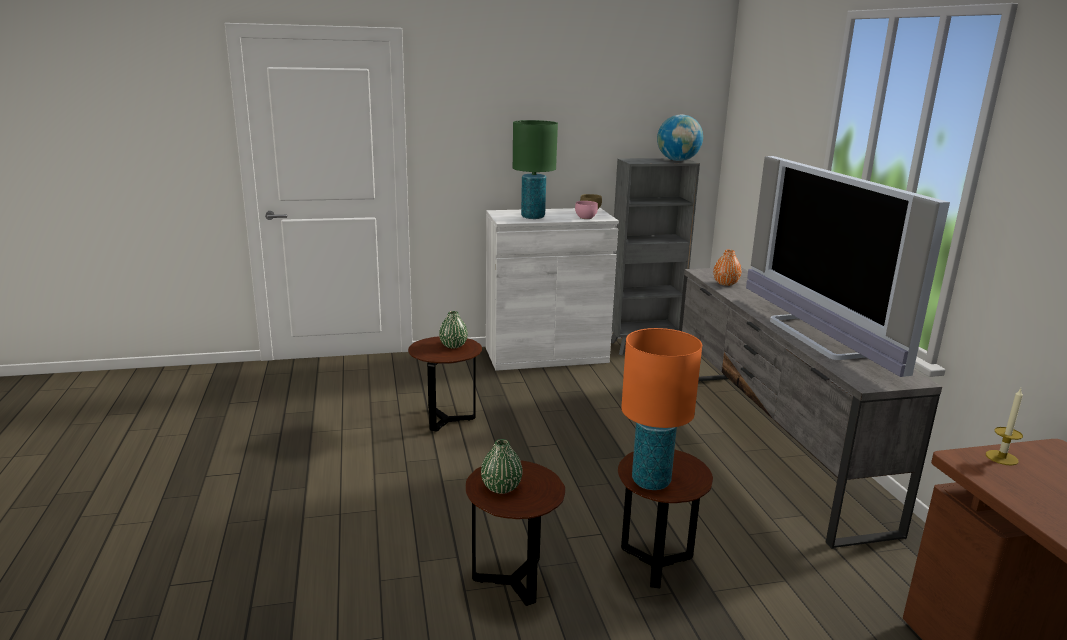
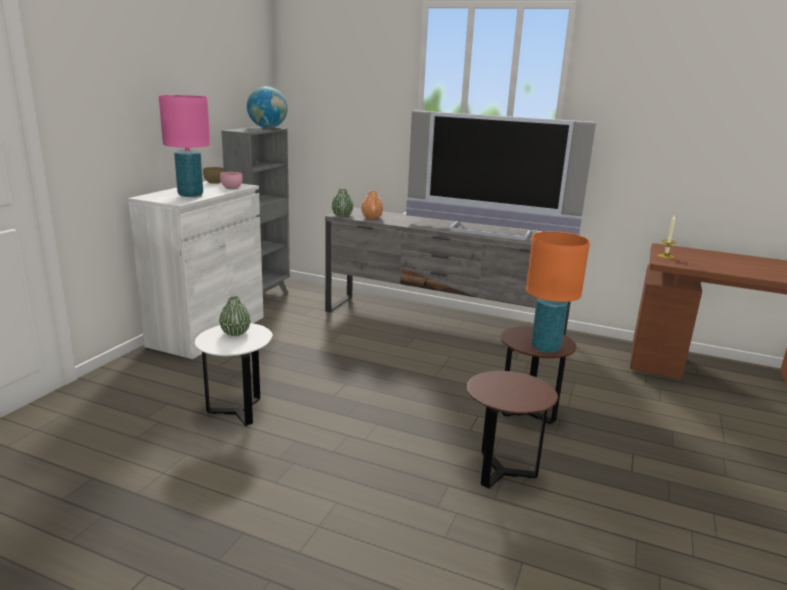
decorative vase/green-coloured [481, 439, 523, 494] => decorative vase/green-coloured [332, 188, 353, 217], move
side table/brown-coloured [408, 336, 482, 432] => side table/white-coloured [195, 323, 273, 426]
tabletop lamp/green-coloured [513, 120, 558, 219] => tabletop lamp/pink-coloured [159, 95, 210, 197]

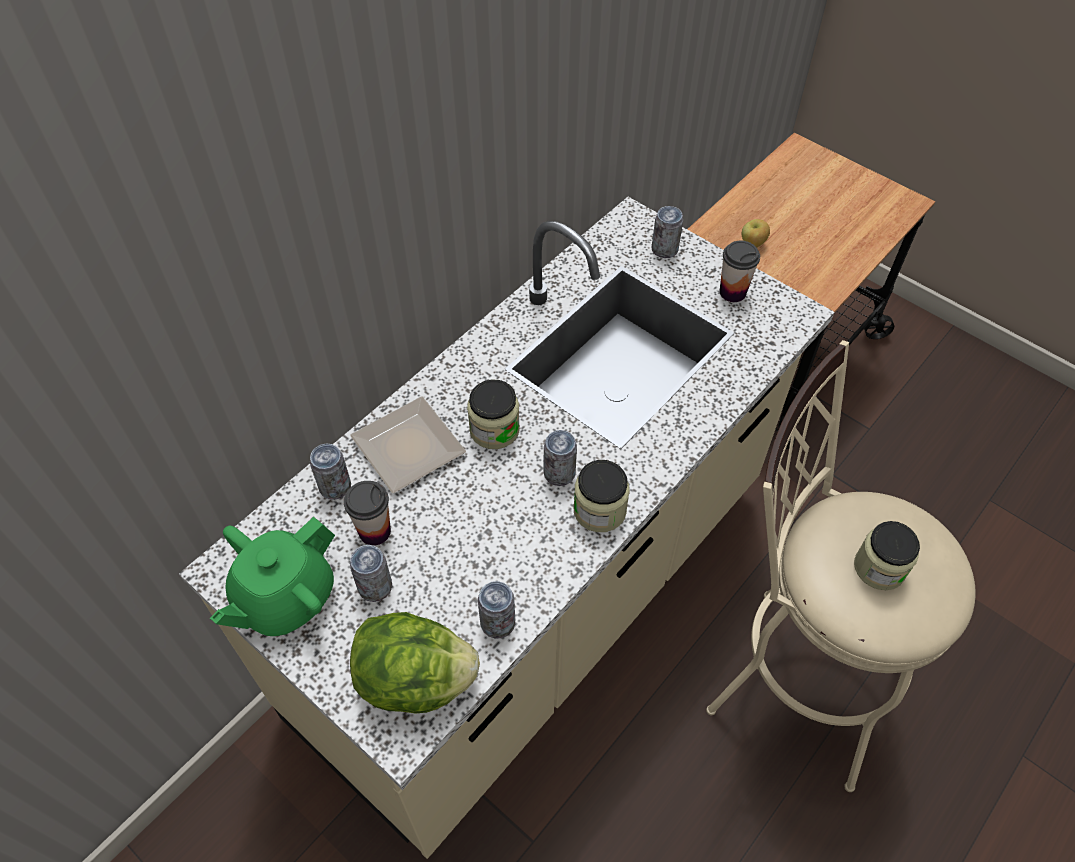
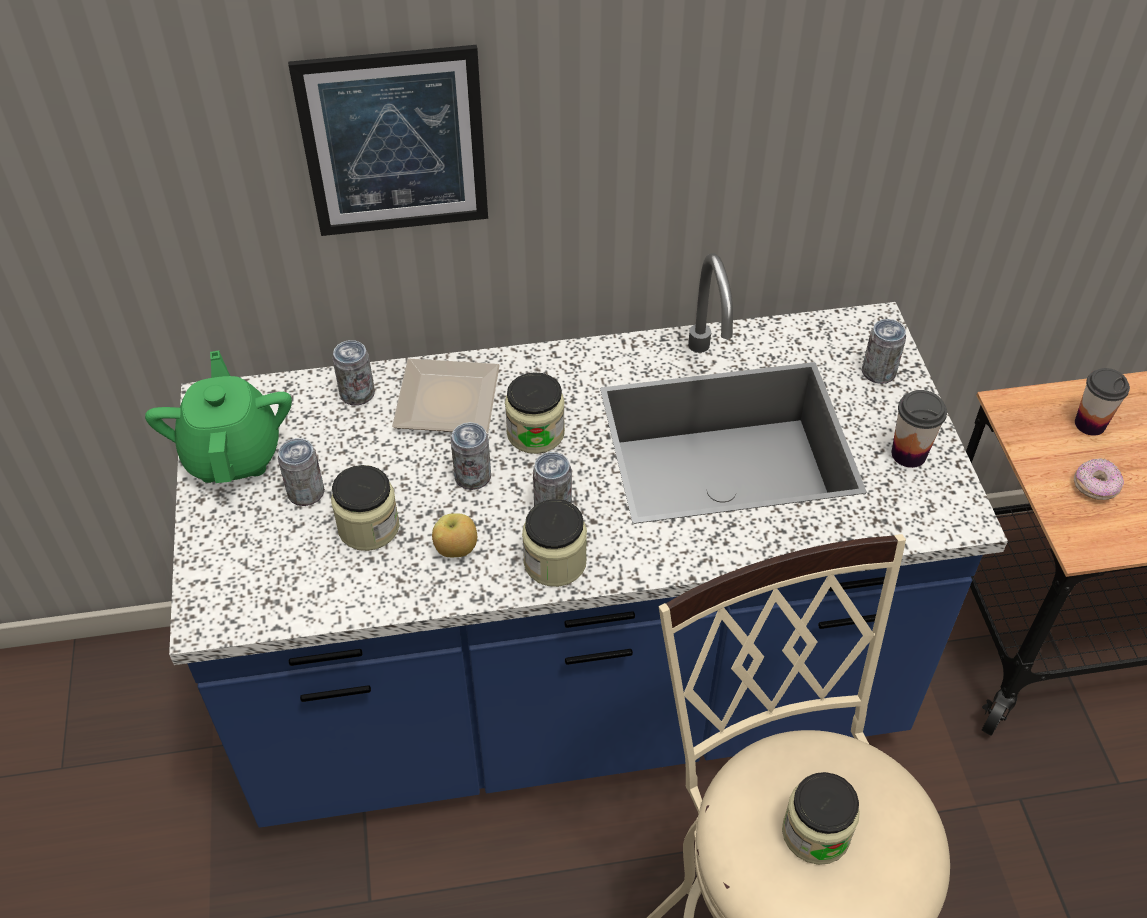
lettuce head [350, 612, 480, 713] => nothing
nothing => wall art [288, 45, 488, 236]
nothing => jar [331, 465, 400, 551]
nothing => ring doughnut [1074, 458, 1124, 500]
drinking cup [344, 481, 391, 546] => drinking cup [1075, 368, 1130, 436], move
metal can [478, 581, 515, 639] => metal can [451, 422, 491, 490], move
apple fruit [742, 219, 770, 248] => apple fruit [432, 513, 477, 557], move
kitchen base unit/beige-coloured [179, 197, 834, 859] => kitchen base unit/blue-coloured [169, 253, 1008, 828]
teapot/green-coloured [210, 517, 335, 636] => teapot/green-coloured [145, 351, 292, 483], 90 degrees clockwise

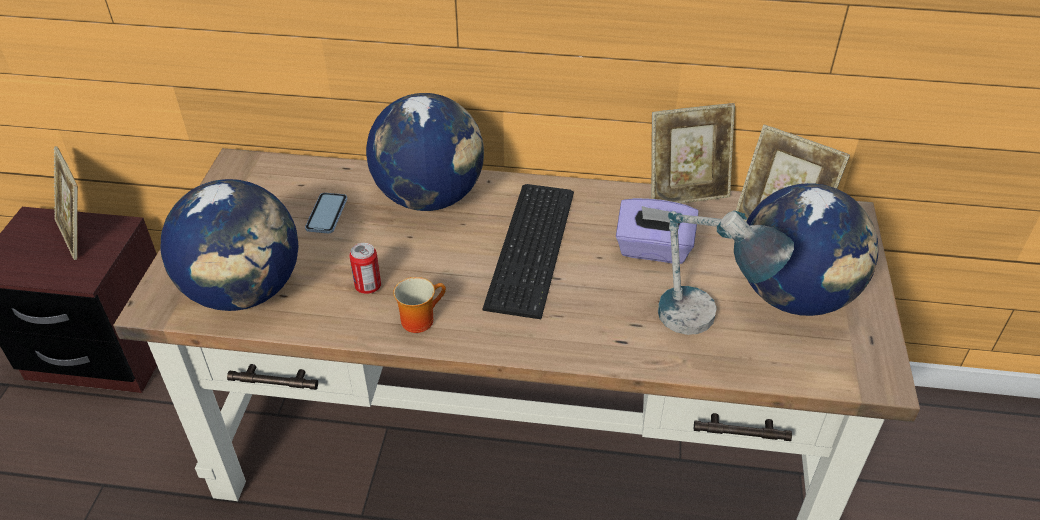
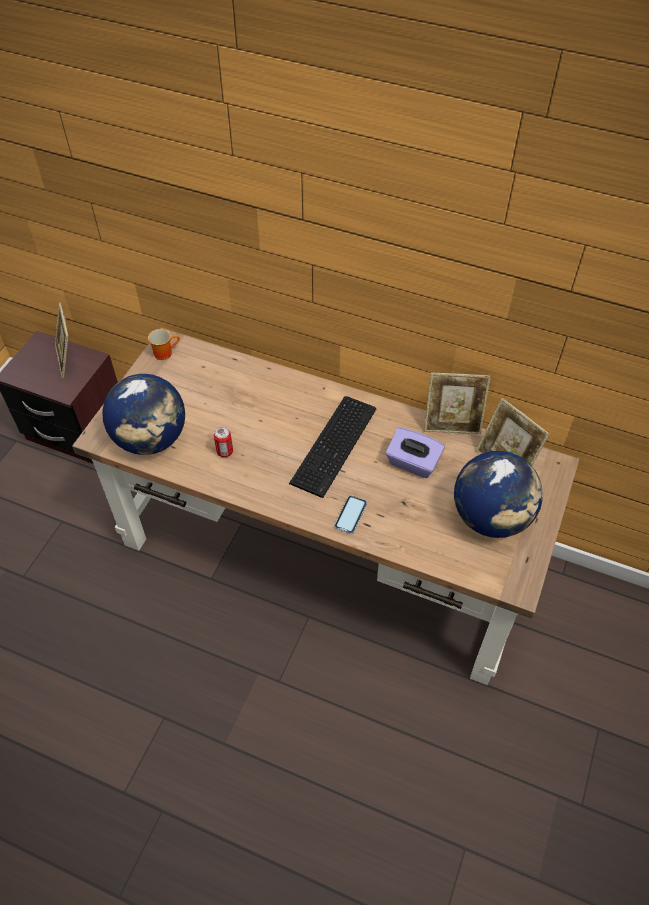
desk globe [366, 93, 484, 211] => nothing
tabletop lamp [658, 210, 794, 335] => nothing
telephone [305, 193, 347, 233] => telephone [334, 495, 367, 534], move
mug [393, 277, 446, 333] => mug [148, 329, 180, 360], move

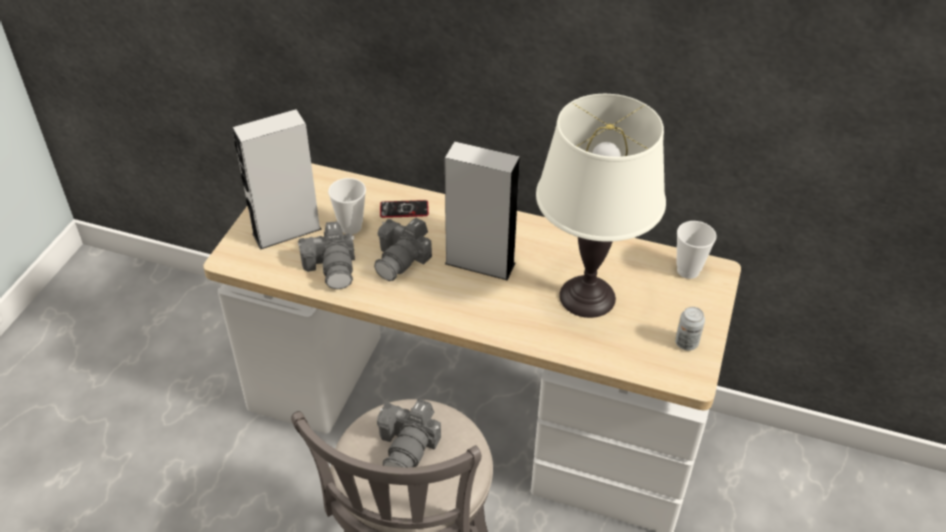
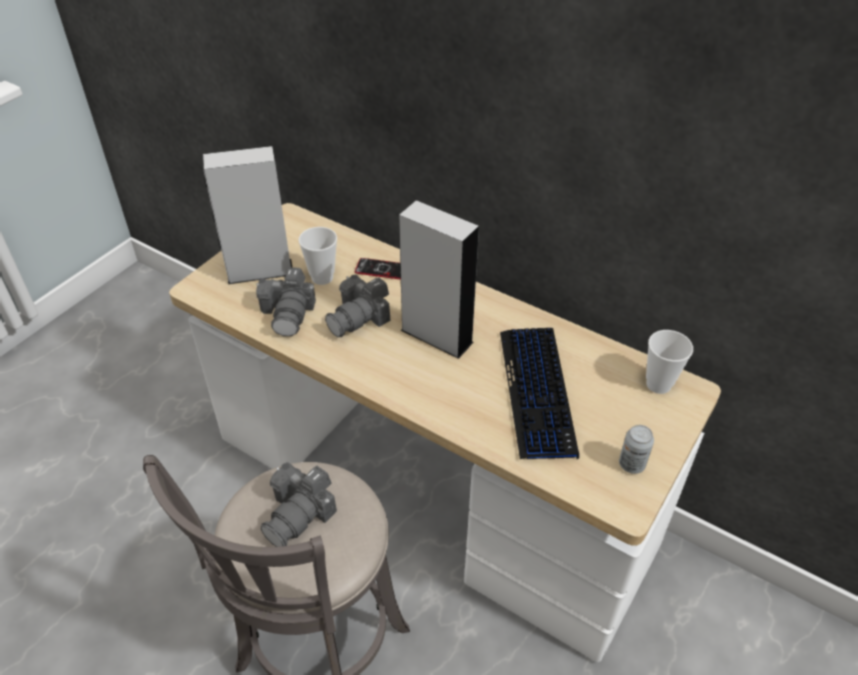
tabletop lamp/white-coloured [536, 94, 666, 318] => keyboard [500, 328, 579, 459]

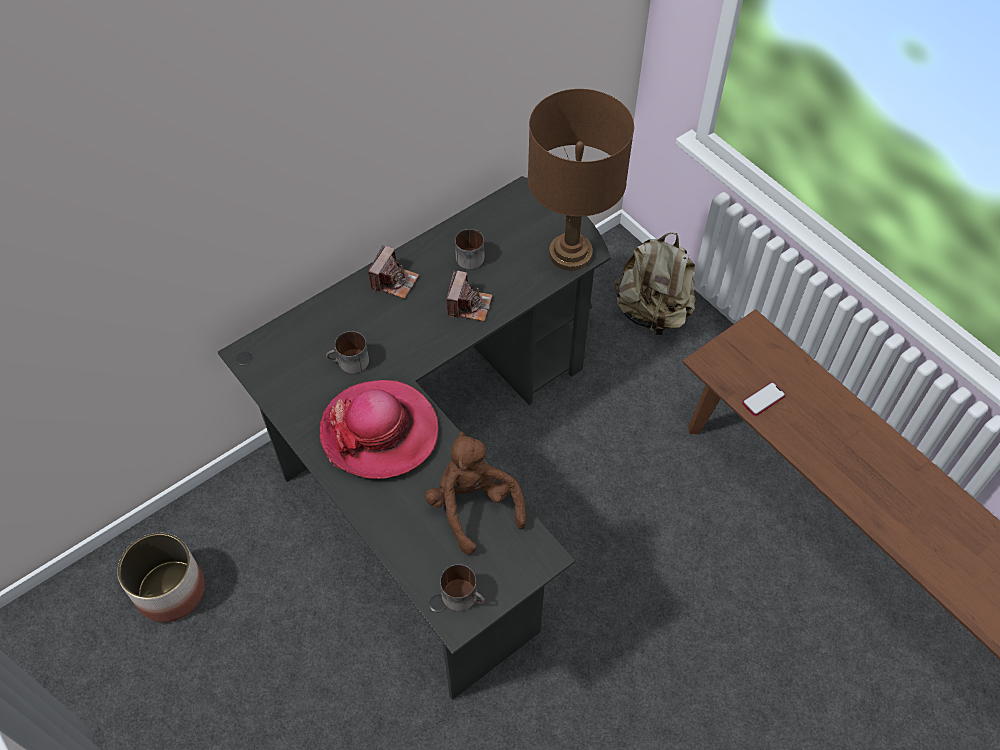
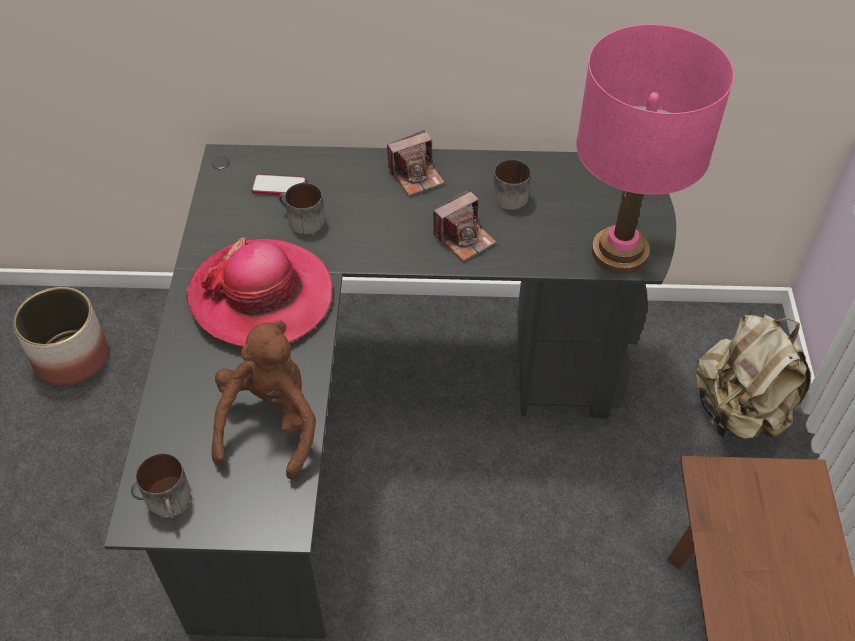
telephone [742, 382, 786, 416] => telephone [251, 174, 307, 195], move
tabletop lamp/brown-coloured [528, 89, 634, 271] => tabletop lamp/pink-coloured [576, 24, 734, 274]

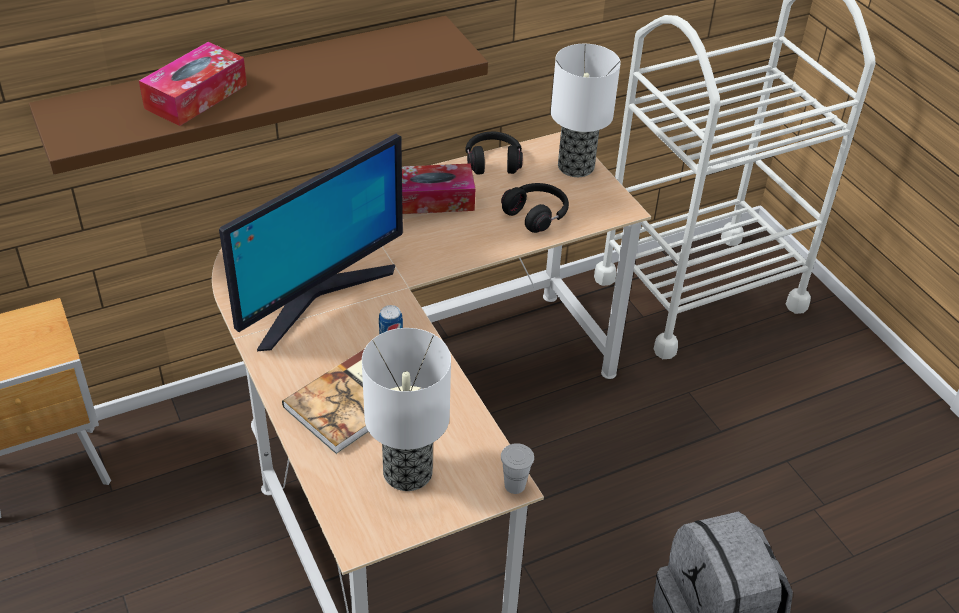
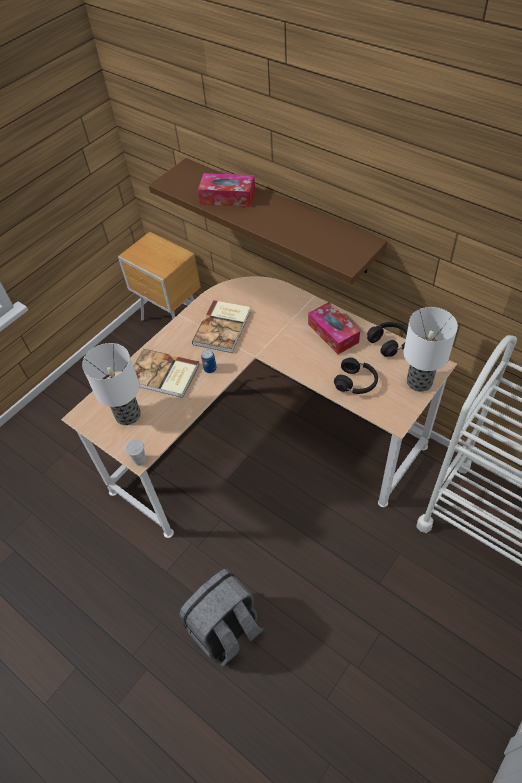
computer screen [219, 134, 403, 351] => book [192, 300, 251, 353]

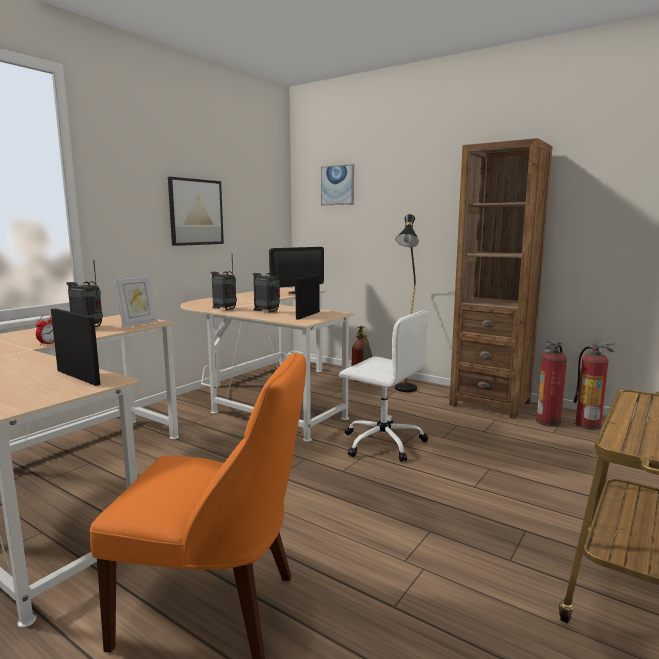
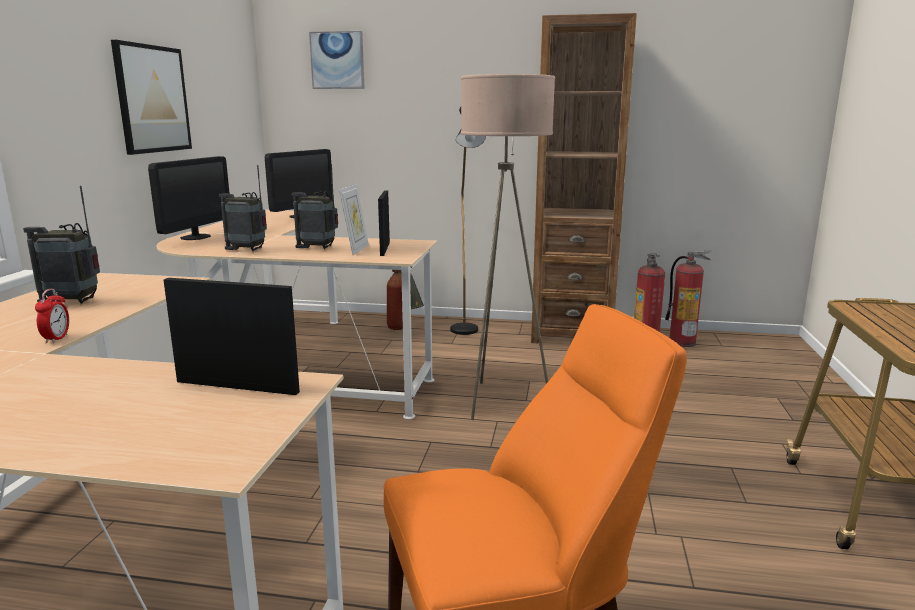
nothing => computer screen [148, 156, 230, 240]
photo frame [114, 273, 158, 328] => photo frame [339, 184, 369, 255], move
office chair/white-coloured [339, 310, 429, 462] => standard lamp/beige-coloured [461, 74, 555, 420]

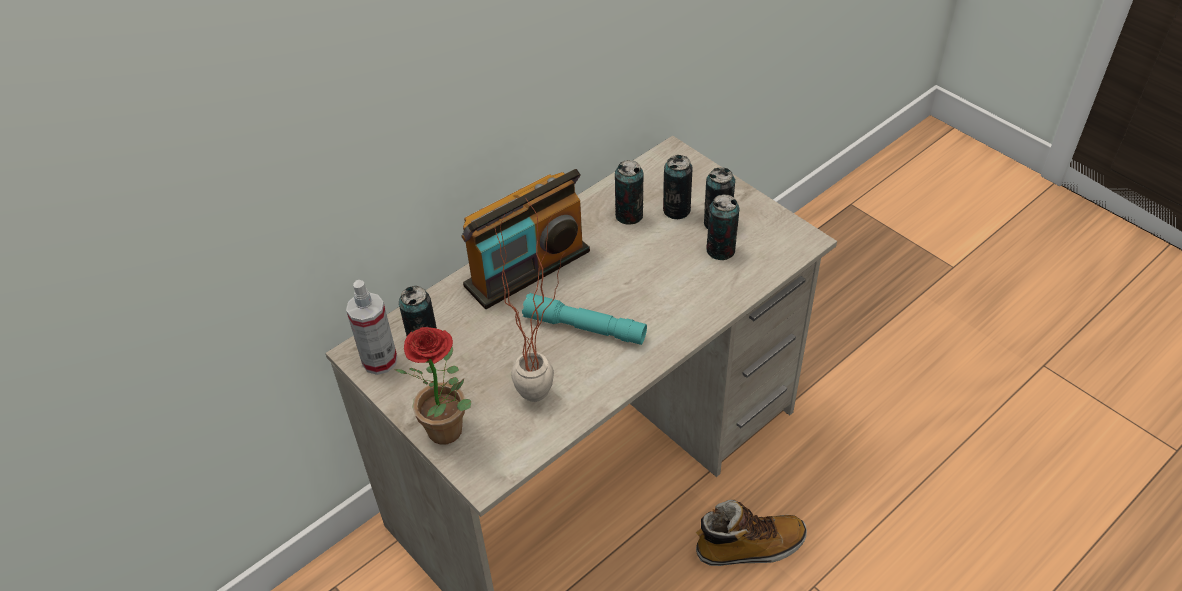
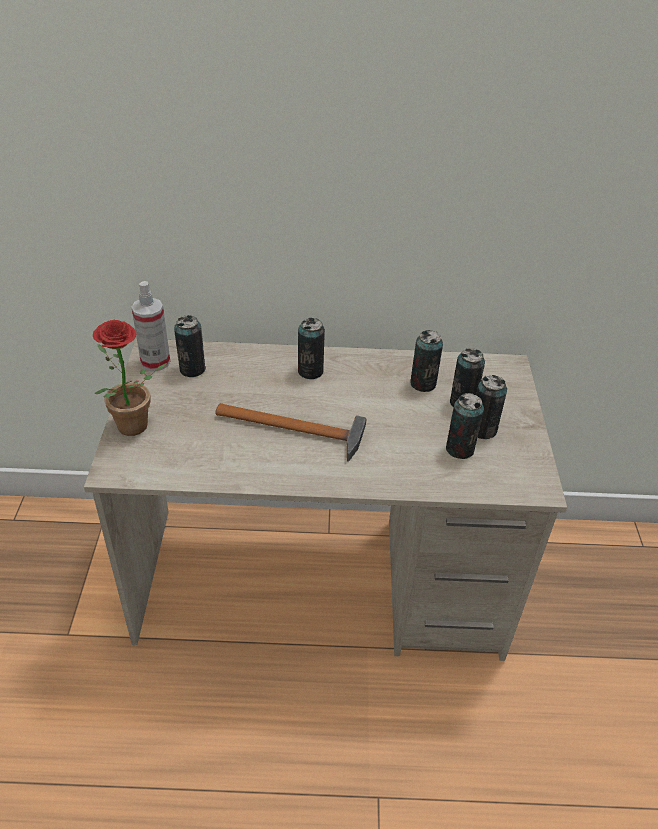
potted plant [495, 196, 565, 402] => nothing
tall boot [696, 500, 807, 566] => nothing
radio [461, 169, 590, 309] => metal can [298, 318, 325, 379]
torch/blue-green [522, 293, 647, 345] => hand hammer [215, 403, 367, 462]

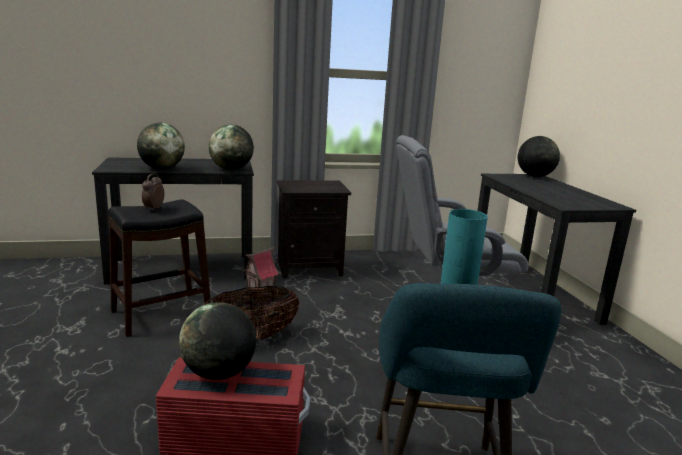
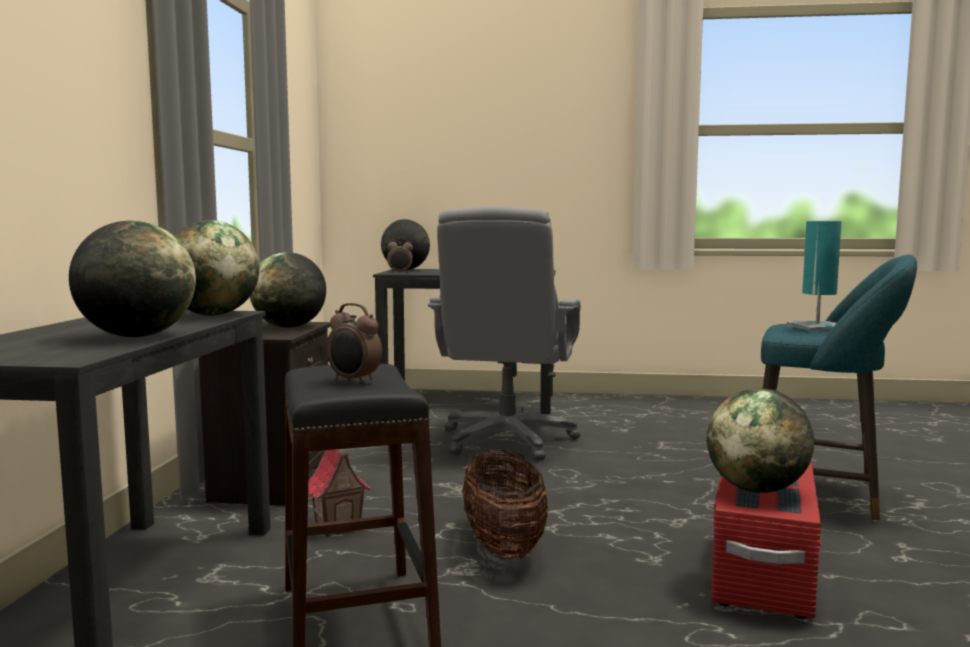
nothing => desk globe [250, 252, 326, 328]
nothing => alarm clock [387, 237, 413, 273]

